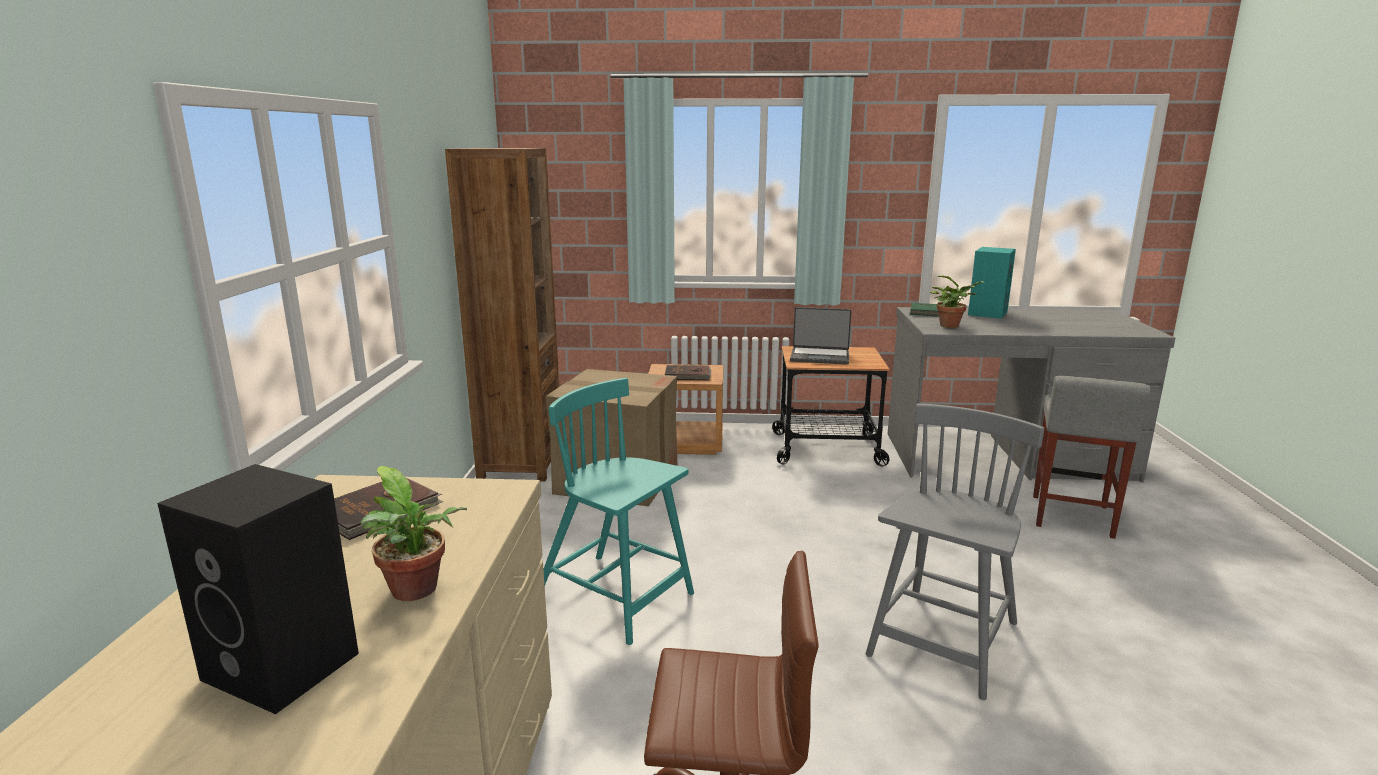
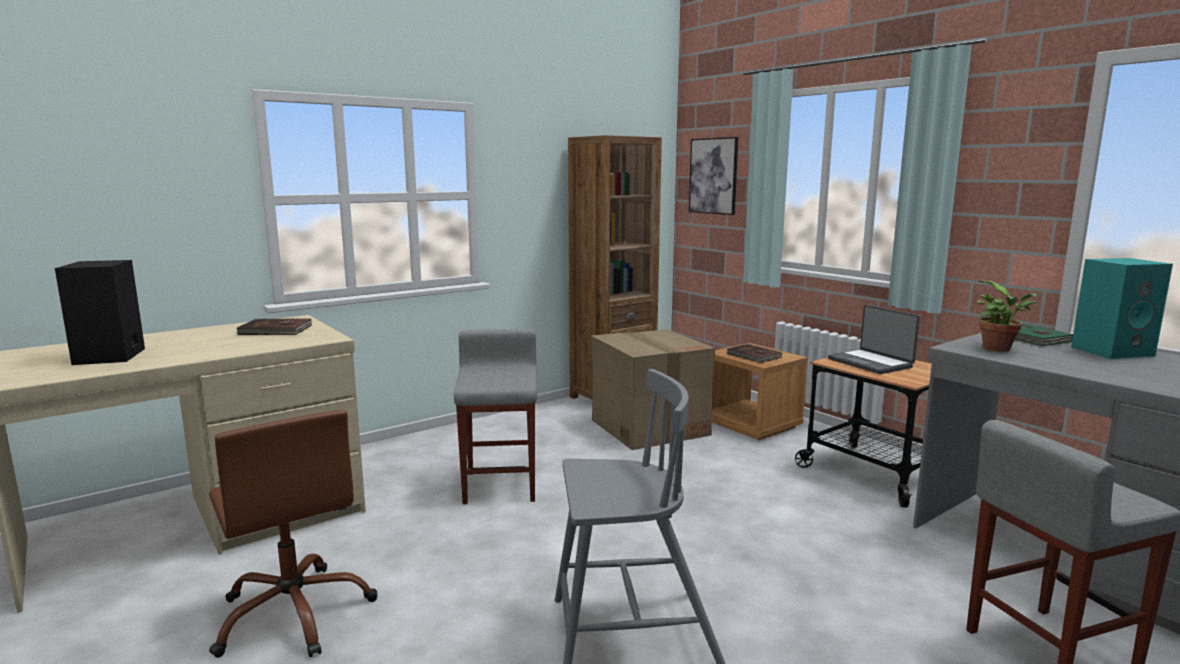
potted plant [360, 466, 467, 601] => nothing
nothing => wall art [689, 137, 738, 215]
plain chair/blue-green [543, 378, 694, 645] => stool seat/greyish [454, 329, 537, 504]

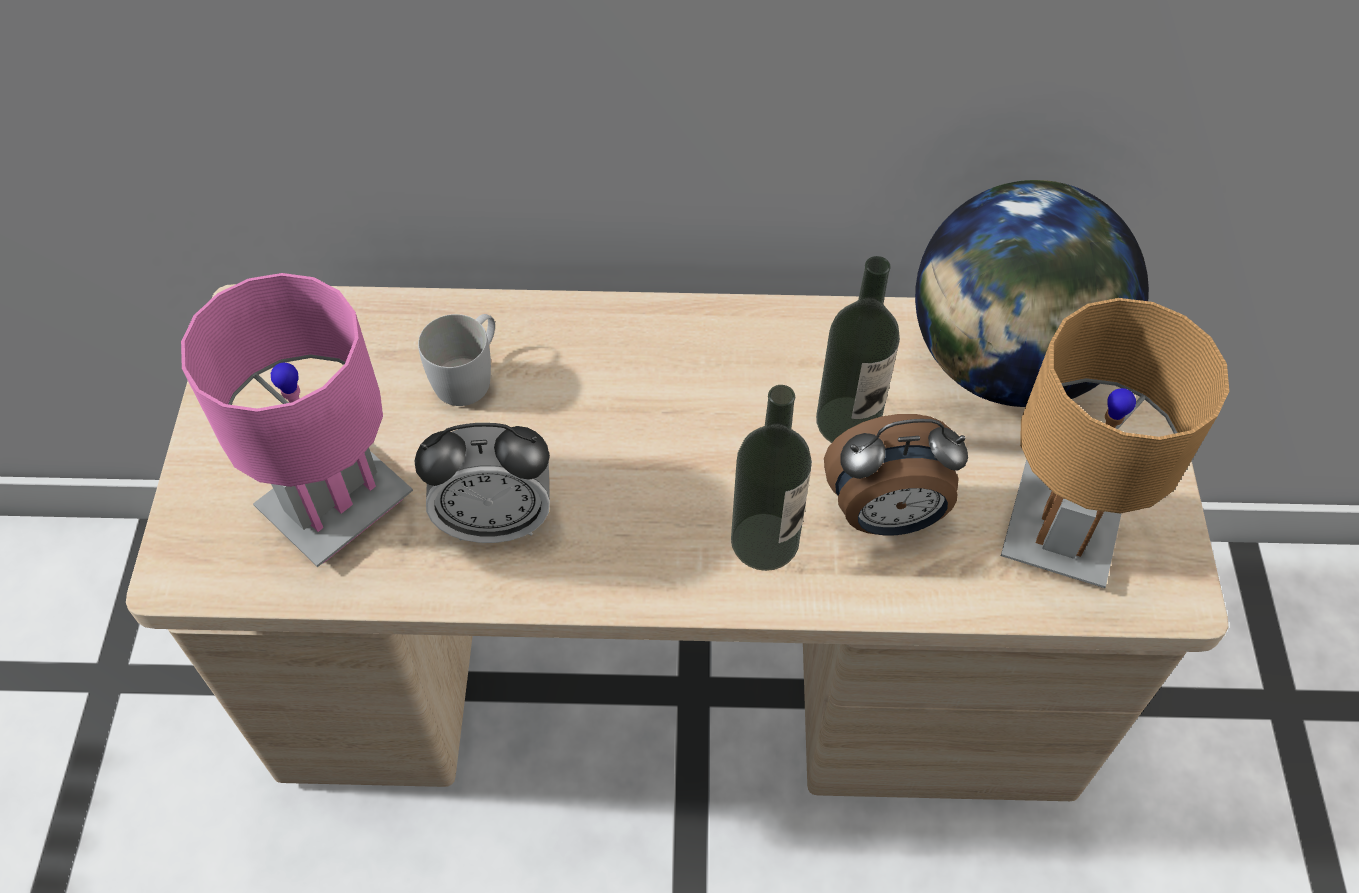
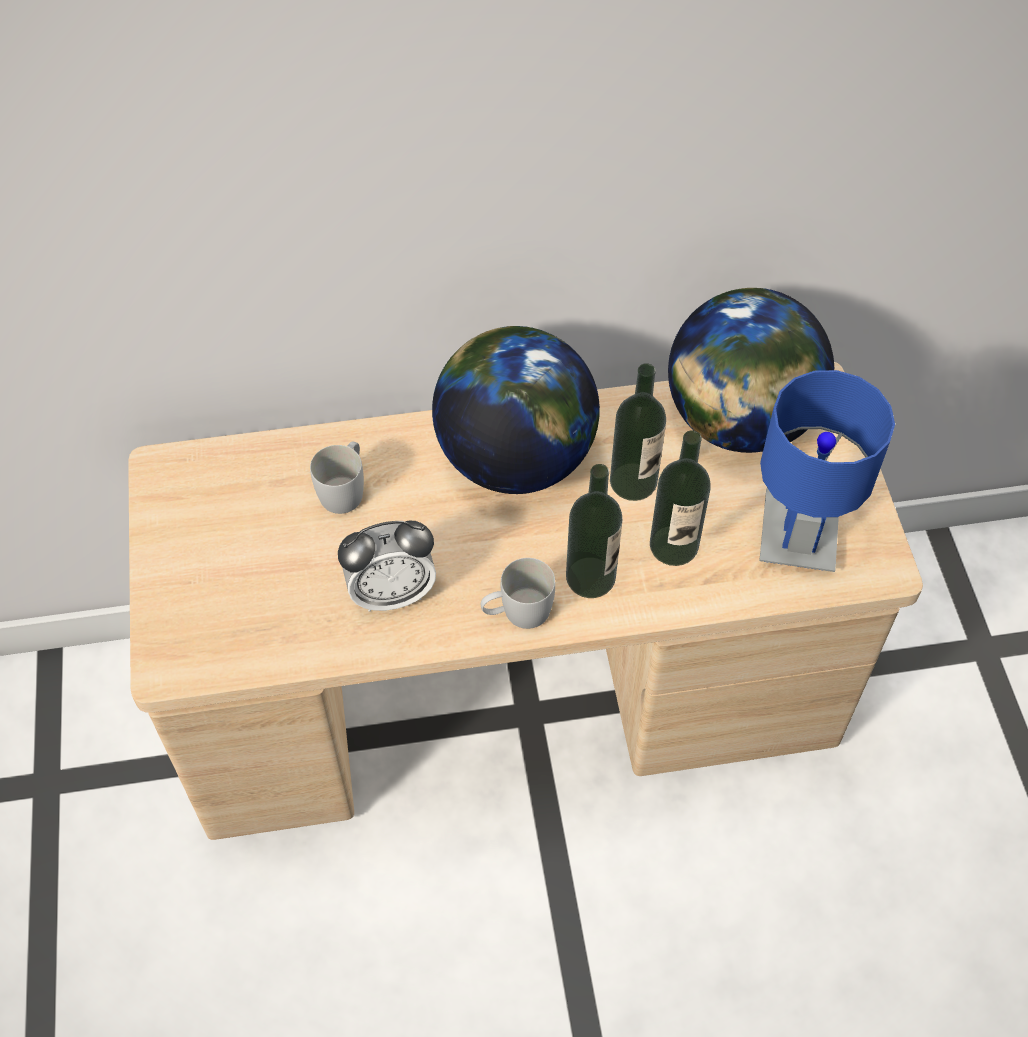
tabletop lamp/pink-coloured [181, 273, 413, 567] => nothing
nothing => desk globe [432, 326, 600, 494]
nothing => mug/white-coloured [481, 558, 555, 629]
alarm clock [824, 414, 968, 536] => beverage bottle [650, 430, 711, 566]
tabletop lamp/brown-coloured [1001, 298, 1229, 588] => tabletop lamp/blue-coloured [759, 370, 895, 572]

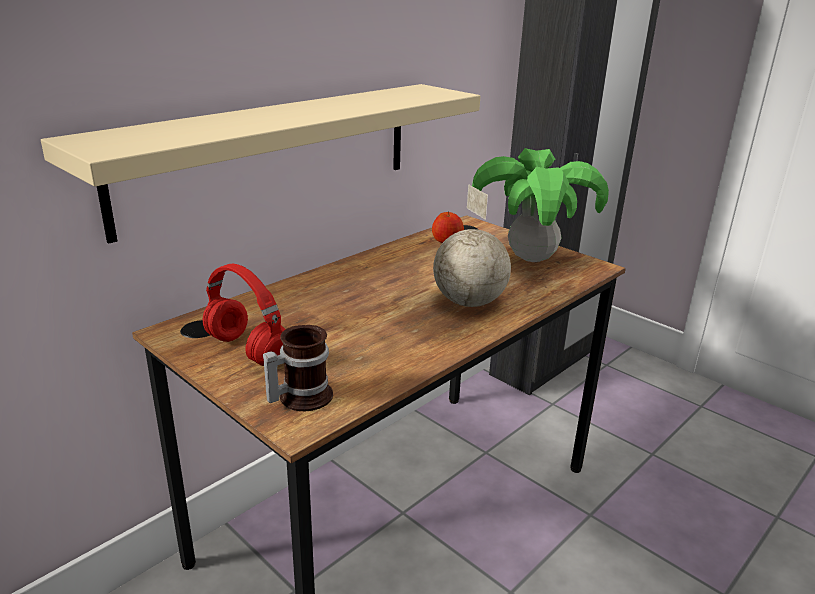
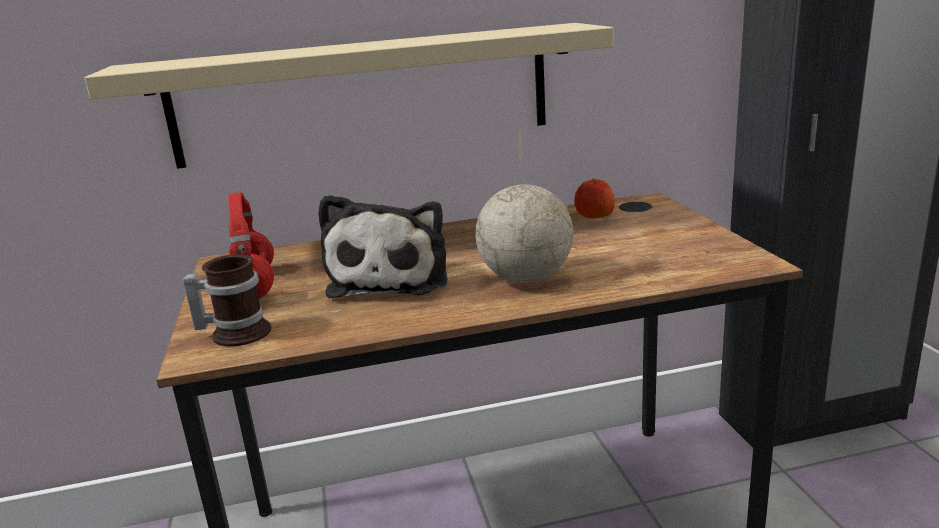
potted plant [472, 148, 609, 262] => nothing
nothing => soft toy [318, 194, 448, 298]

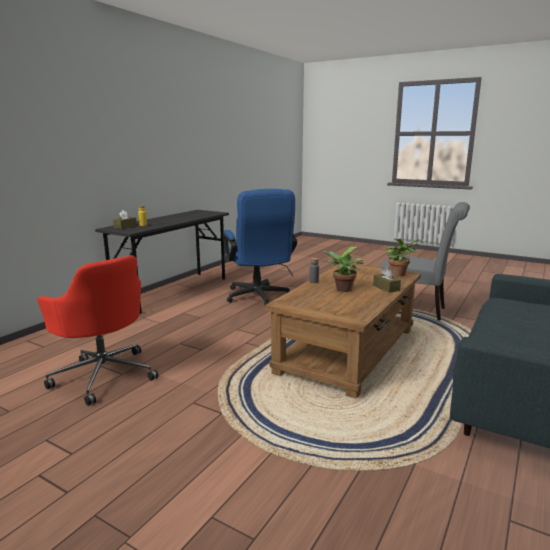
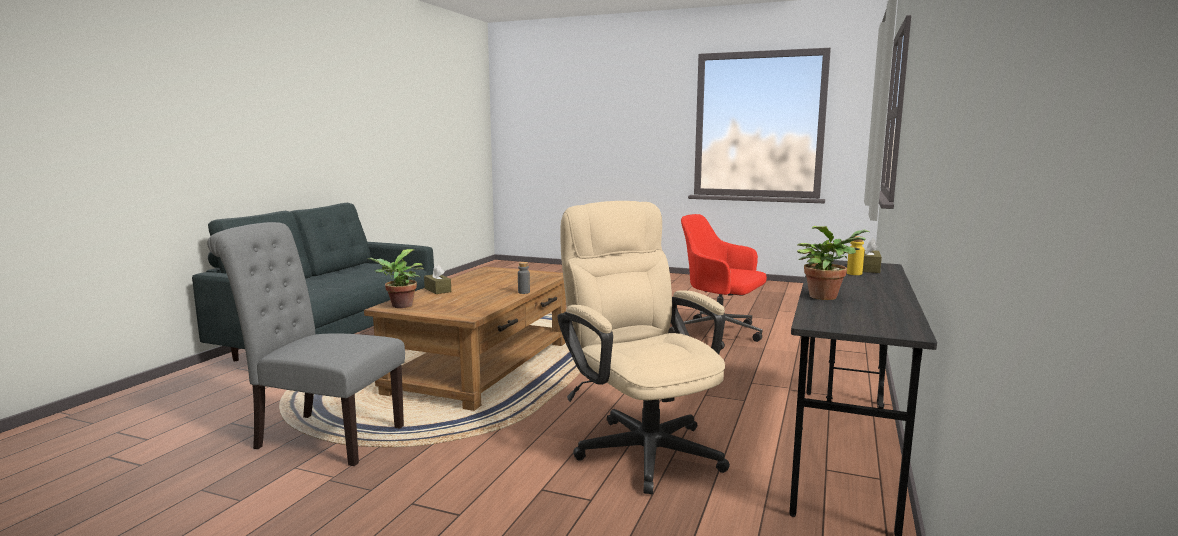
potted plant [322, 247, 363, 292] => potted plant [797, 226, 869, 300], move
office chair/blue-coloured [223, 189, 297, 305] => office chair/beige-coloured [558, 201, 730, 495]

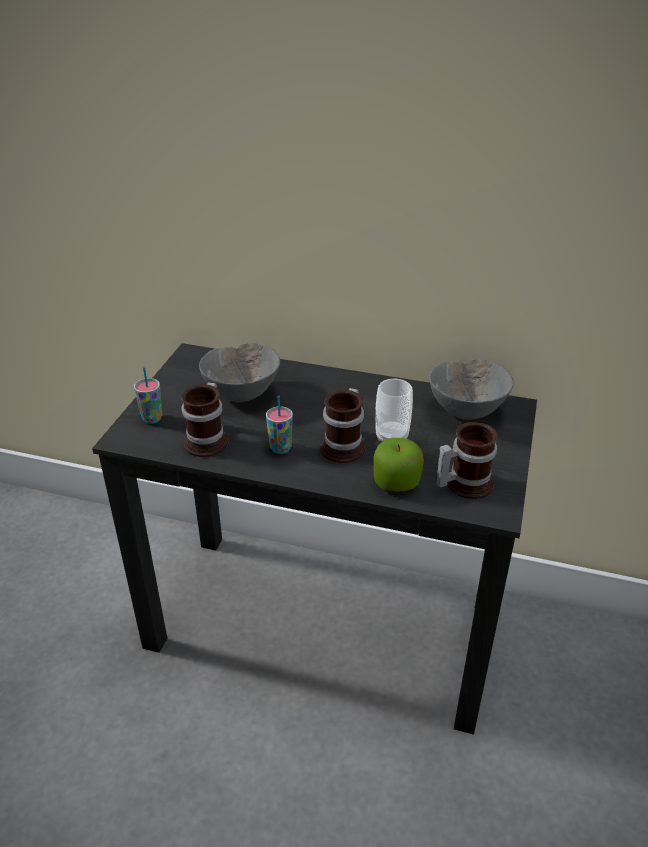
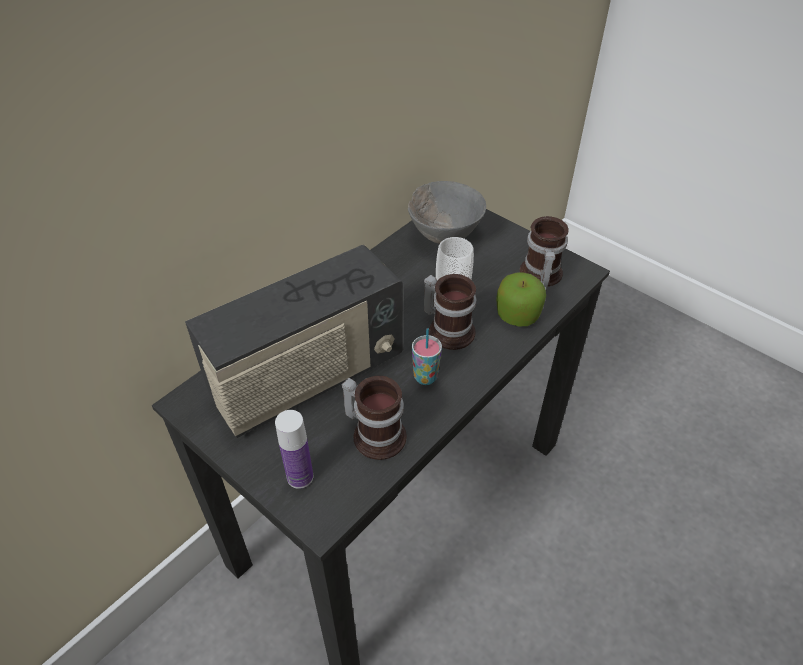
drinking cup [134, 367, 162, 424] => beverage bottle [275, 410, 313, 489]
bowl/greyish [199, 342, 280, 402] => radio [185, 245, 403, 438]

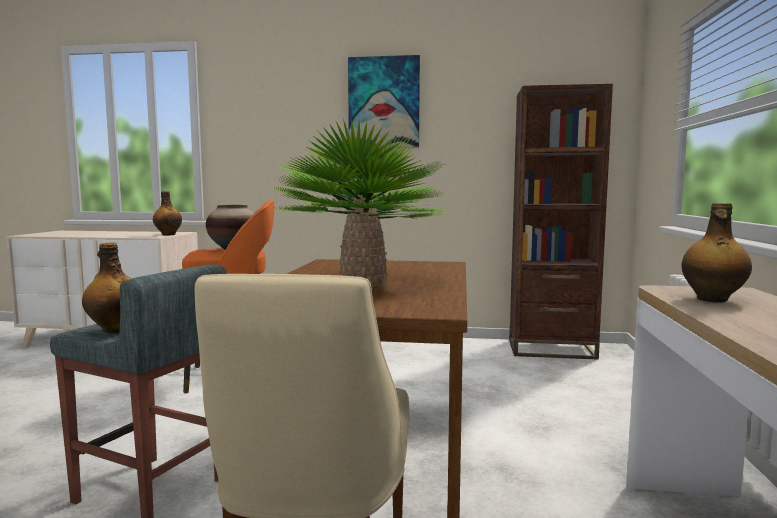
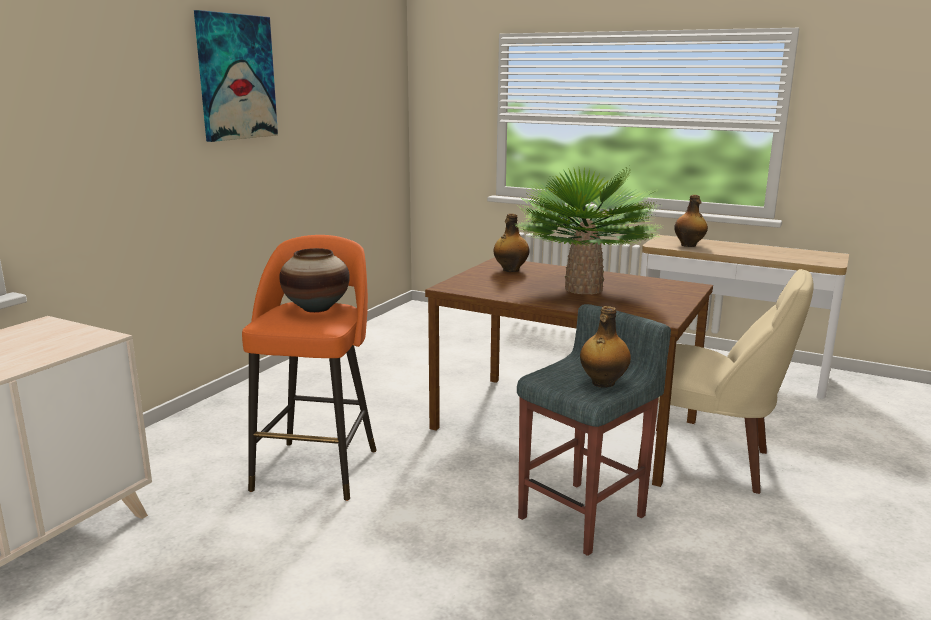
bookcase/brown-coloured [509, 84, 613, 360] => nothing
beverage bottle [153, 191, 182, 236] => beverage bottle [493, 213, 529, 272], move

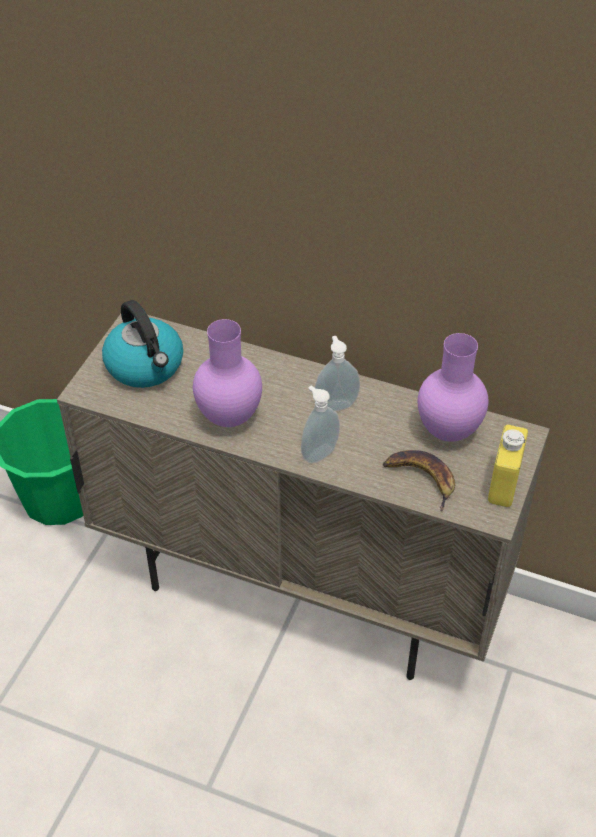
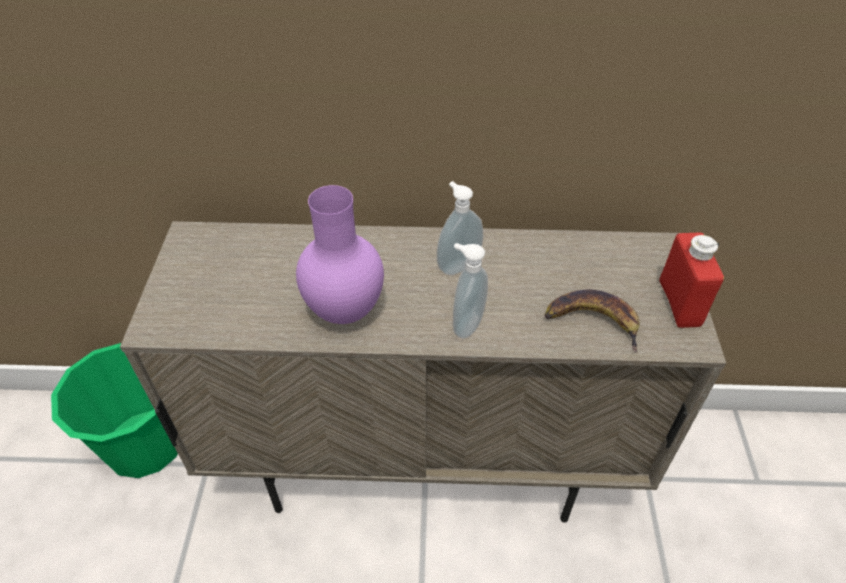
water kettle [102, 300, 183, 388] => nothing
decorative vase/purple-coloured [418, 333, 488, 442] => nothing
beverage bottle/yellowish [488, 425, 528, 507] => beverage bottle/red [659, 233, 724, 328]

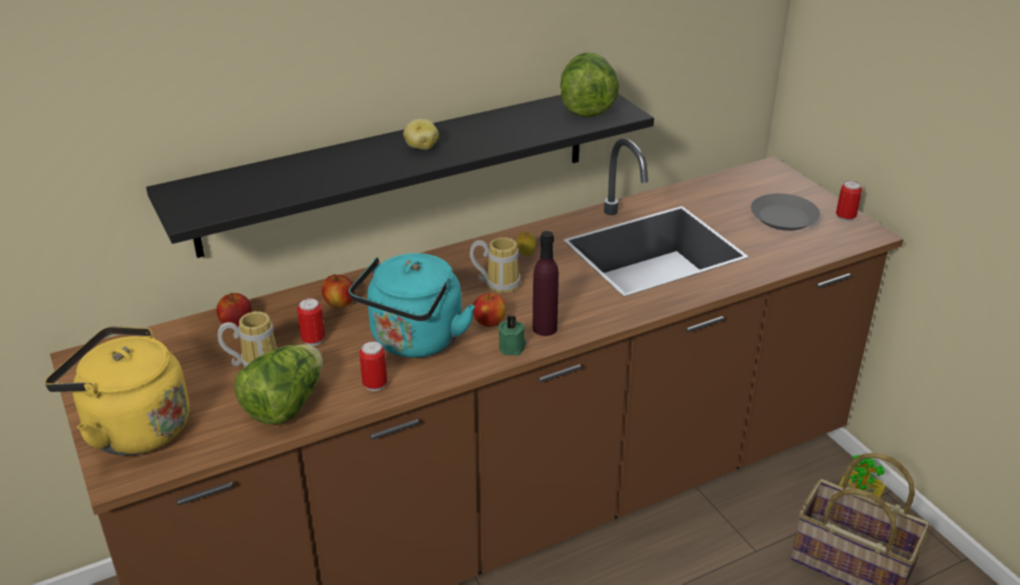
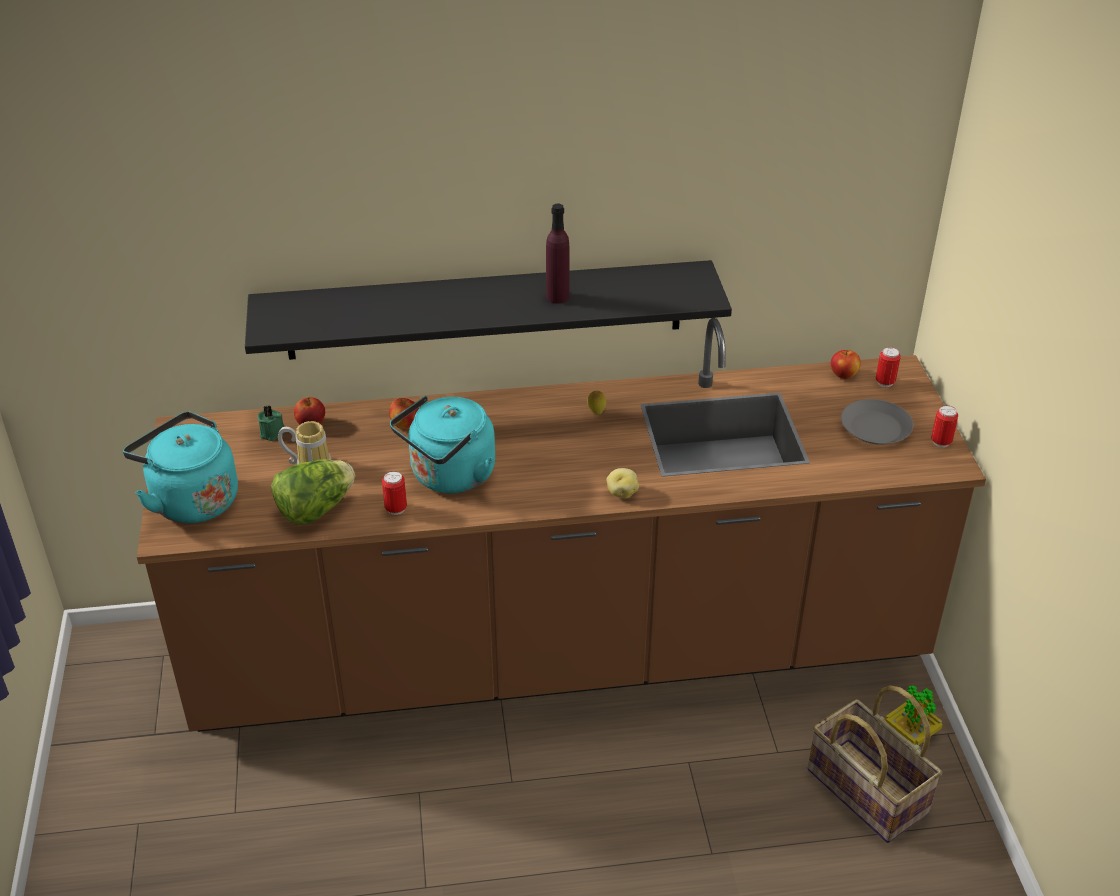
mug [470, 237, 521, 293] => nothing
lettuce head [561, 52, 619, 117] => nothing
metal can [297, 298, 325, 346] => metal can [876, 347, 901, 387], move
potato [403, 119, 439, 150] => potato [606, 468, 639, 498], move
apple fruit [473, 293, 506, 327] => apple fruit [831, 350, 861, 379], move
candle/green-coloured [498, 316, 526, 356] => candle/green-coloured [257, 405, 286, 441], move
beverage bottle/purple-coloured [533, 231, 559, 336] => beverage bottle/purple-coloured [546, 204, 569, 304], move
water kettle/yellowish [45, 326, 189, 455] => water kettle/blue-green [123, 411, 238, 523]

